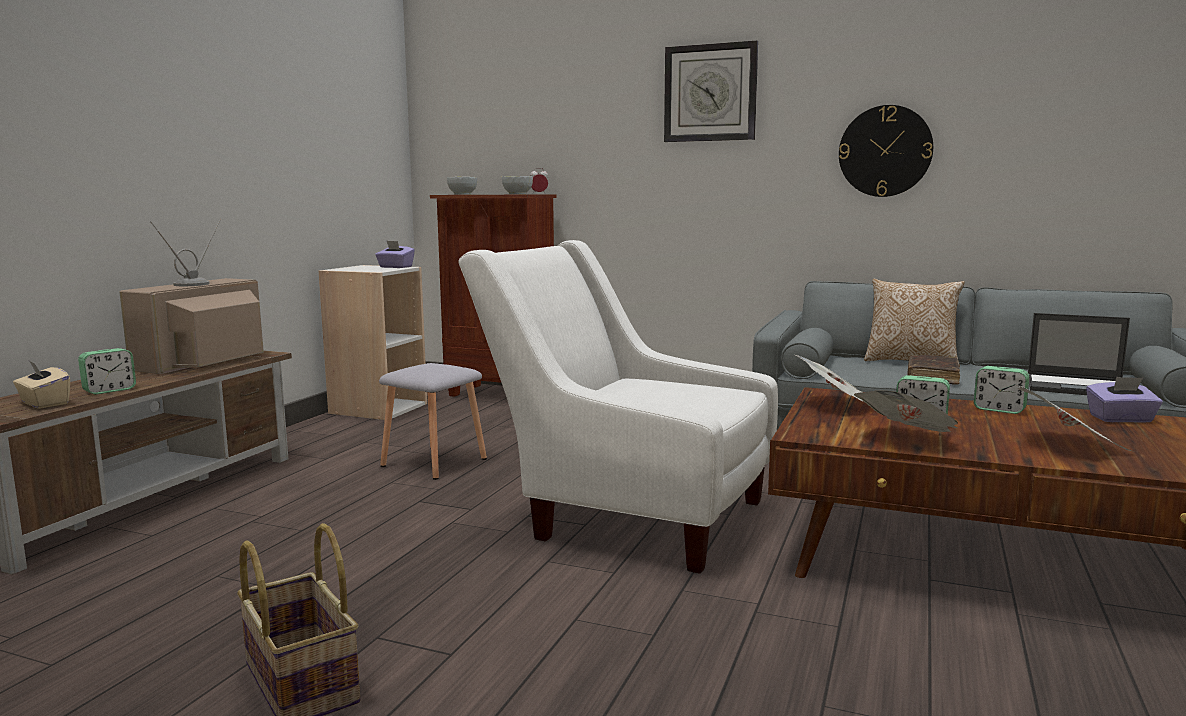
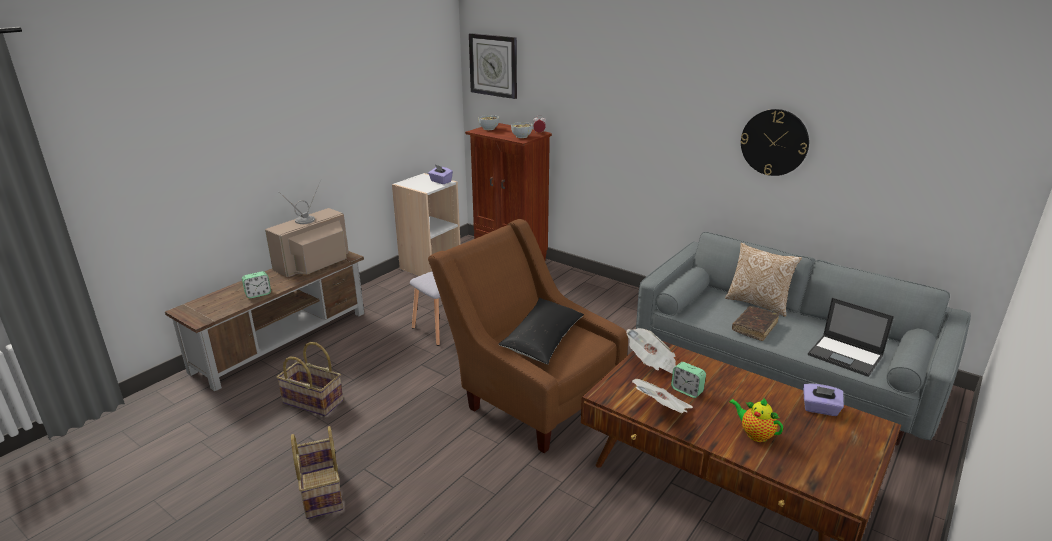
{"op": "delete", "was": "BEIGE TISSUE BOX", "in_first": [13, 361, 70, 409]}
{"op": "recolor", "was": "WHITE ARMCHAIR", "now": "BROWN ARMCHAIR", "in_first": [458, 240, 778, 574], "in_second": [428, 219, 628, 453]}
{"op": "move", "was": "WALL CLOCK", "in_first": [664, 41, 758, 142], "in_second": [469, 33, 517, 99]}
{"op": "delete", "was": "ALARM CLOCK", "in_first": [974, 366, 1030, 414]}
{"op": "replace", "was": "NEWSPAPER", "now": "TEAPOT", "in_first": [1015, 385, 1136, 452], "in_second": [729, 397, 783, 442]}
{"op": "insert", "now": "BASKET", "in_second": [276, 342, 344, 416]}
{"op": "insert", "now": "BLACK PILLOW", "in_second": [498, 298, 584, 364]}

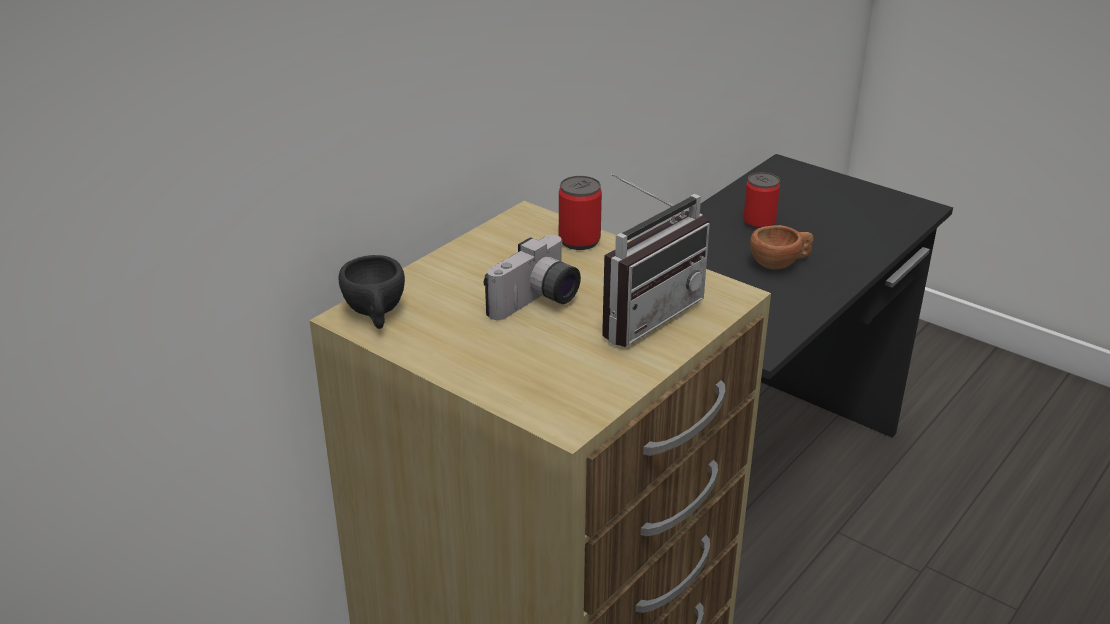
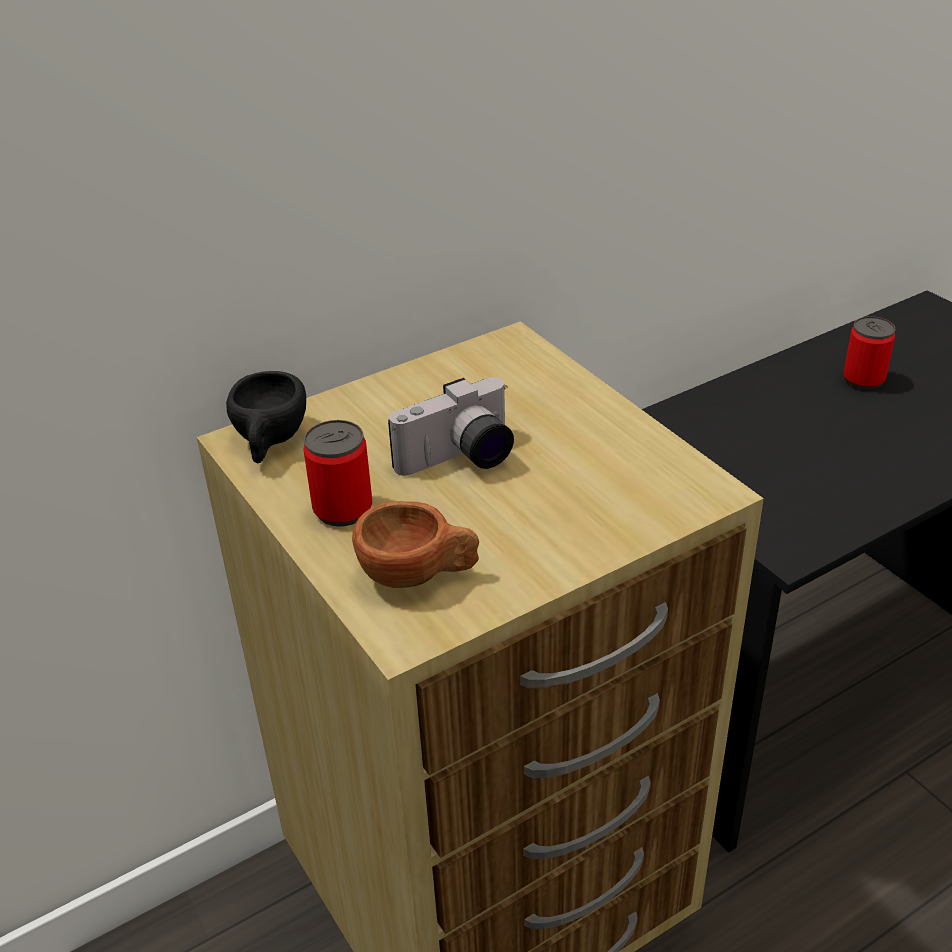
{"op": "move", "was": "CAN", "in_first": [559, 176, 602, 250], "in_second": [303, 420, 372, 526]}
{"op": "delete", "was": "RADIO", "in_first": [602, 173, 710, 347]}
{"op": "move", "was": "BROWN CUP", "in_first": [750, 225, 814, 269], "in_second": [352, 501, 479, 588]}

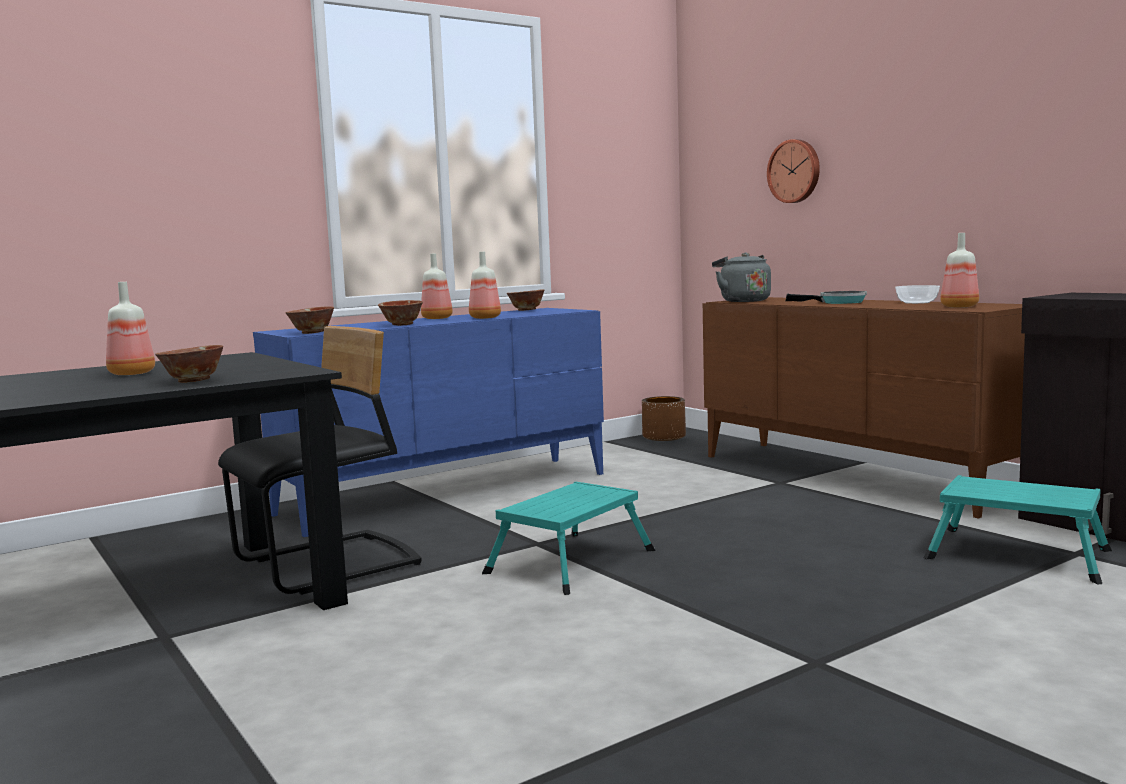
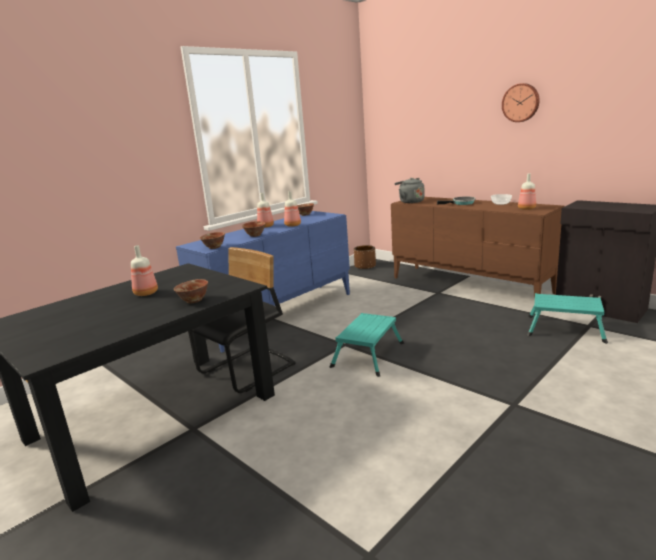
{"op": "move", "was": "WALL CLOCK", "in_first": [767, 139, 820, 203], "in_second": [502, 83, 540, 122]}

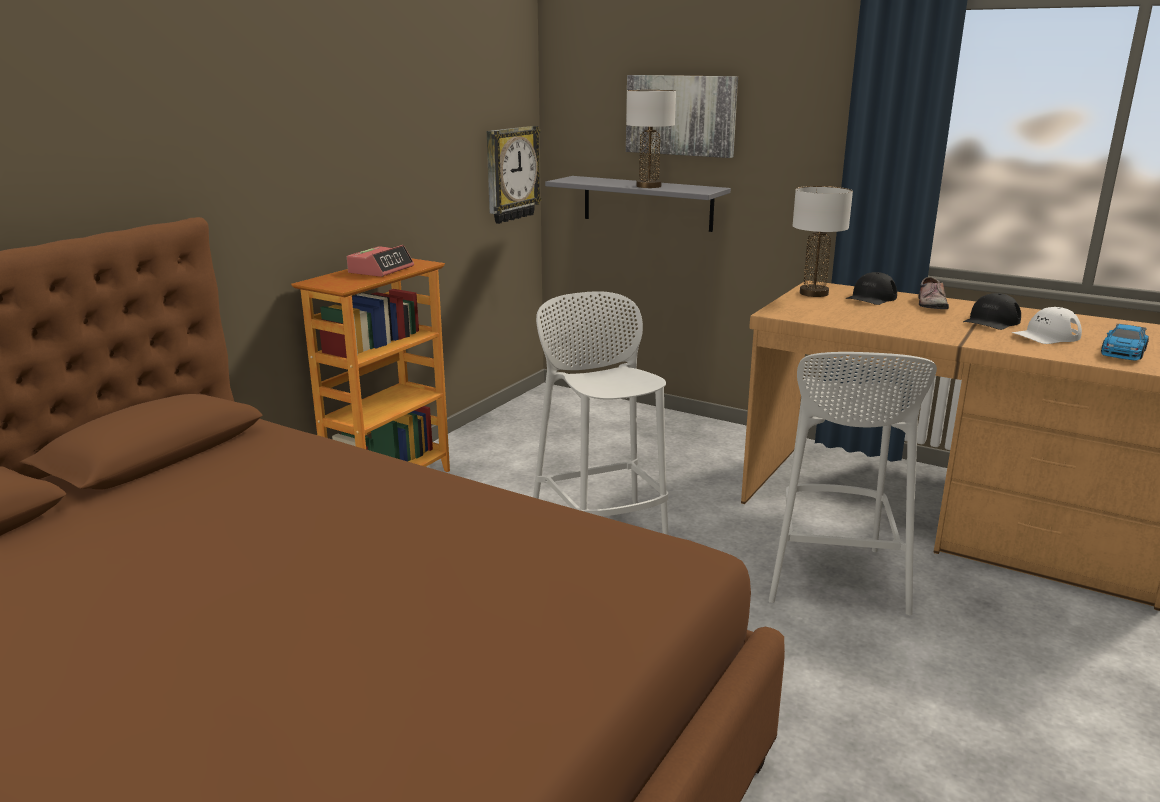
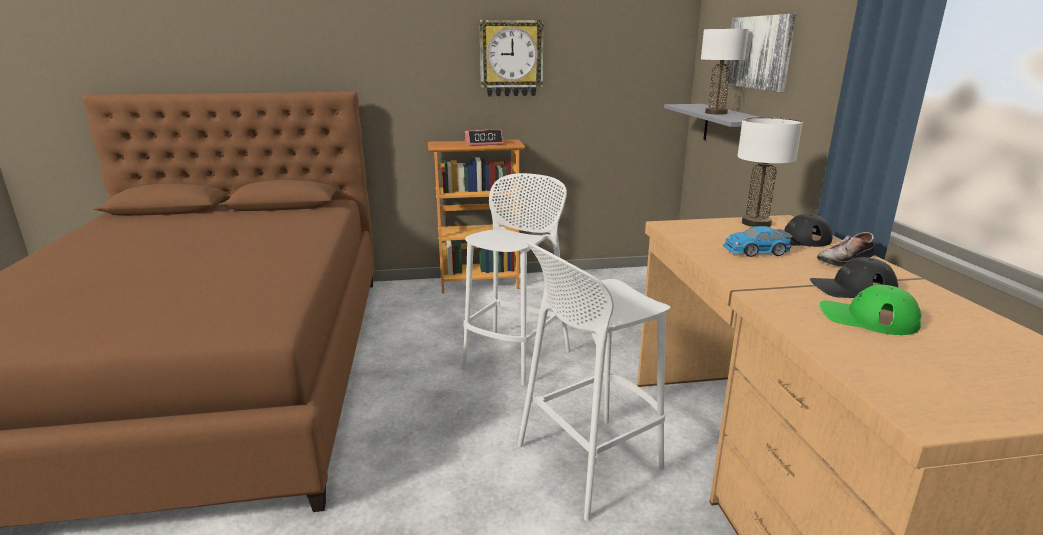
{"op": "move", "was": "WALL CLOCK", "in_first": [487, 126, 542, 224], "in_second": [479, 20, 544, 96]}
{"op": "recolor", "was": "WHITE CAP", "now": "GREEN CAP", "in_first": [1012, 307, 1082, 344], "in_second": [820, 285, 921, 335]}
{"op": "move", "was": "TOY CAR", "in_first": [1101, 324, 1149, 361], "in_second": [723, 226, 793, 257]}

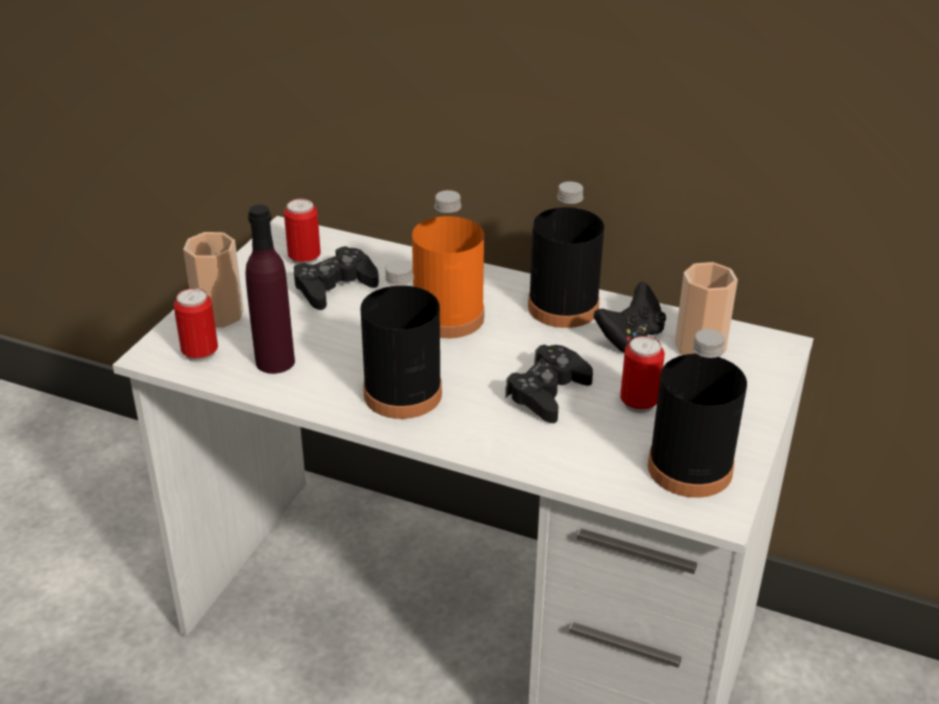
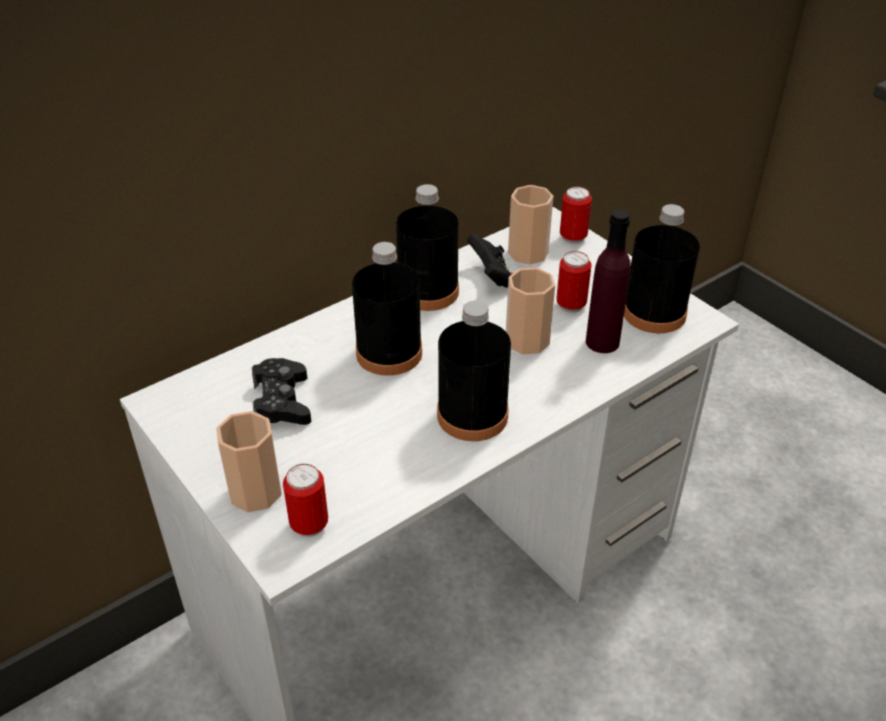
{"op": "move", "was": "PURPLE BOTTLE", "in_first": [245, 205, 295, 374], "in_second": [586, 210, 631, 353]}
{"op": "move", "was": "CAN", "in_first": [284, 199, 321, 265], "in_second": [560, 186, 592, 244]}
{"op": "recolor", "was": "ORANGE BOTTLE", "now": "BLACK BOTTLE", "in_first": [412, 190, 484, 338], "in_second": [352, 242, 422, 376]}
{"op": "replace", "was": "BLACK GAME CONTROLLER", "now": "CUP", "in_first": [505, 345, 593, 423], "in_second": [506, 268, 555, 354]}

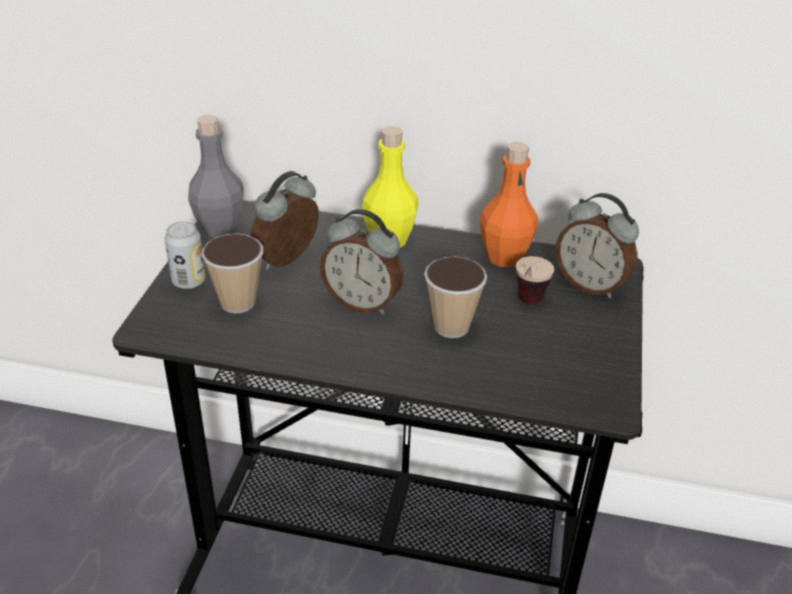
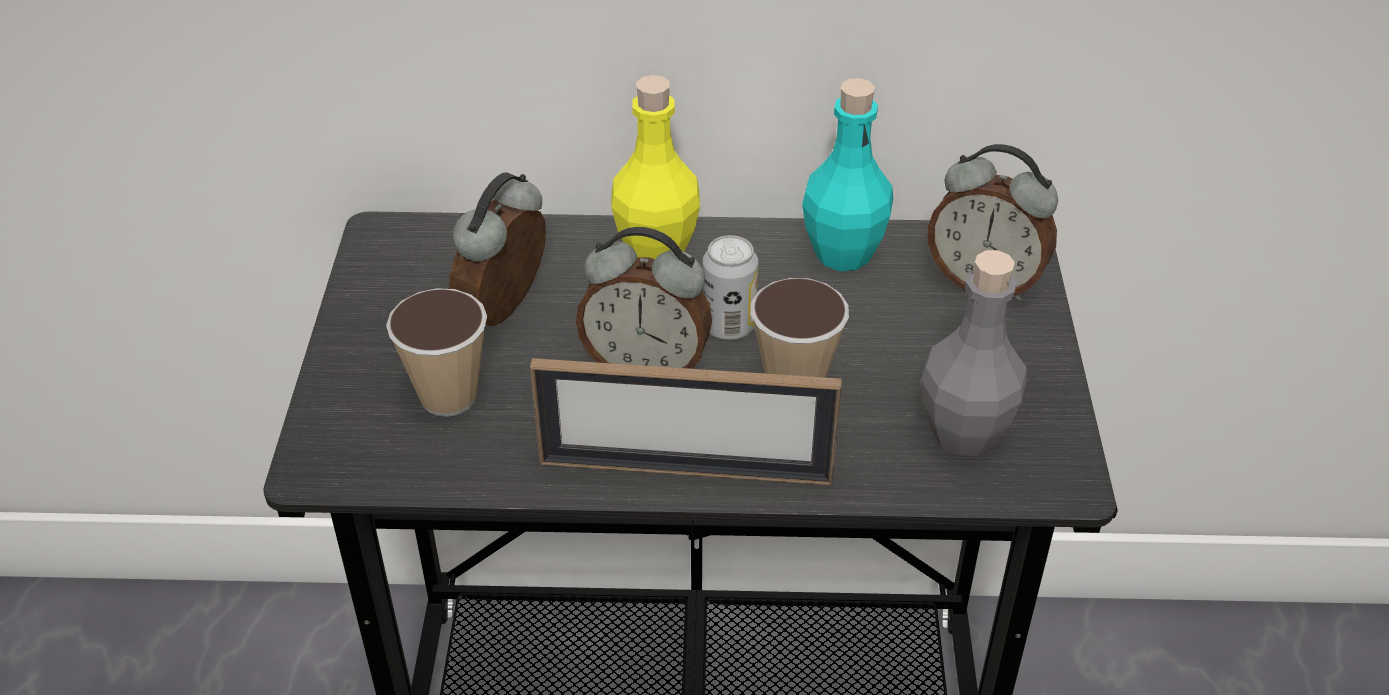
{"op": "move", "was": "CAN", "in_first": [164, 221, 206, 289], "in_second": [702, 235, 758, 340]}
{"op": "move", "was": "GREY BOTTLE", "in_first": [188, 114, 244, 238], "in_second": [921, 250, 1027, 456]}
{"op": "recolor", "was": "ORANGE BOTTLE", "now": "TURQUOISE BOTTLE", "in_first": [480, 142, 538, 267], "in_second": [802, 78, 893, 271]}
{"op": "delete", "was": "CUP", "in_first": [516, 256, 554, 304]}
{"op": "insert", "now": "PICTURE FRAME", "in_second": [530, 358, 842, 485]}

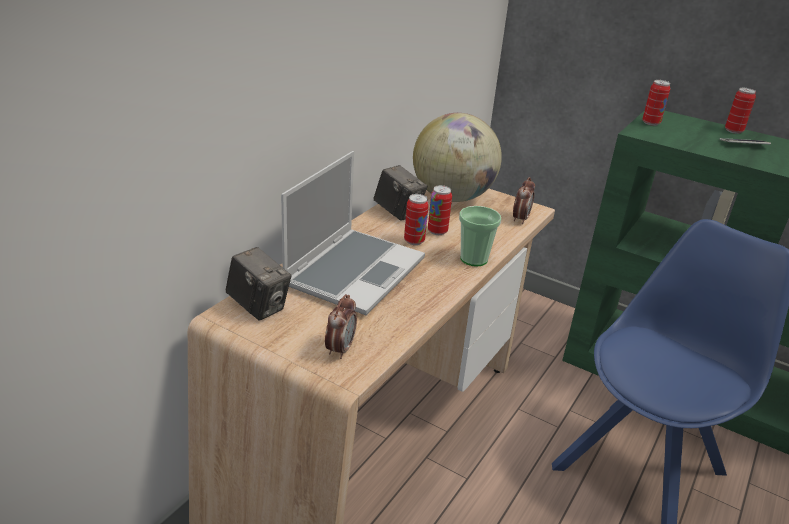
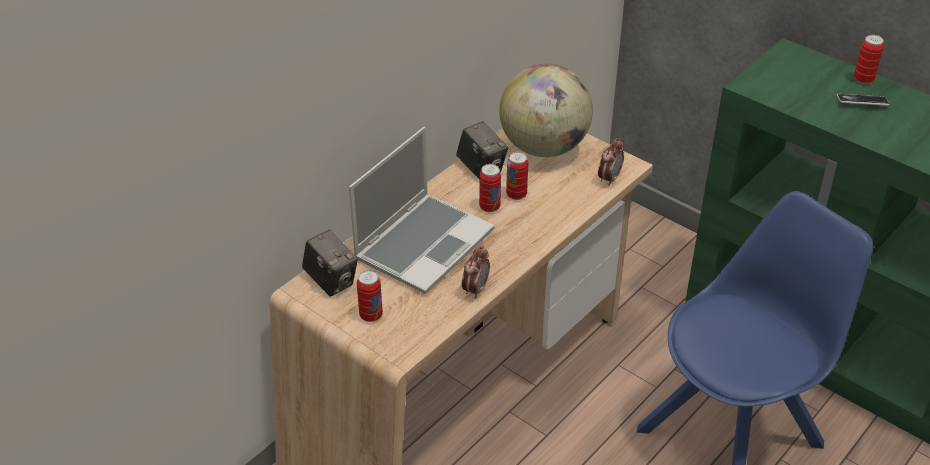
{"op": "move", "was": "ALARM CLOCK", "in_first": [325, 294, 357, 359], "in_second": [462, 246, 490, 298]}
{"op": "delete", "was": "CUP", "in_first": [459, 206, 501, 266]}
{"op": "move", "was": "CAN", "in_first": [642, 80, 670, 126], "in_second": [357, 270, 383, 322]}

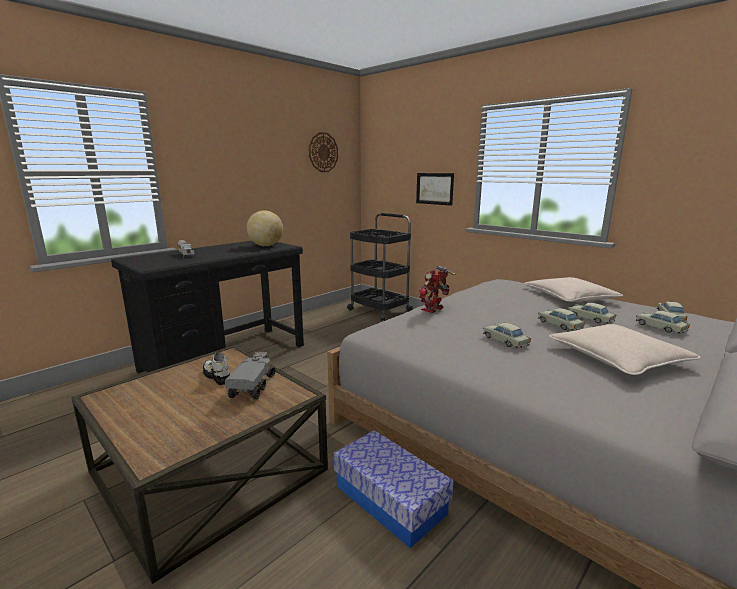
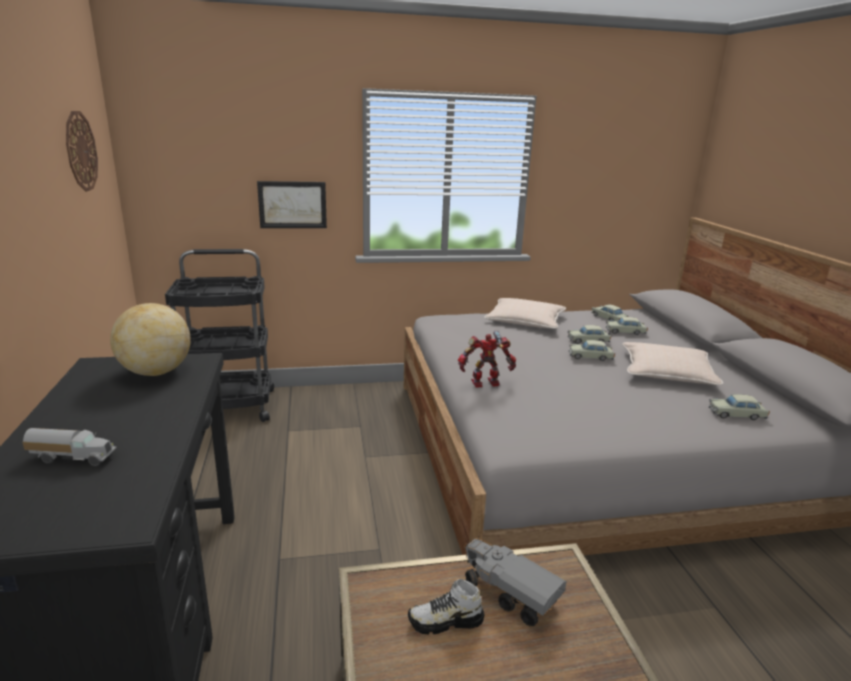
{"op": "delete", "was": "STORAGE BOX", "in_first": [334, 430, 453, 548]}
{"op": "rotate", "was": "TOY ROBOT", "in_first": [419, 265, 456, 313], "in_second": [458, 331, 516, 388], "clockwise": 90}
{"op": "move", "was": "BEIGE TOY CAR", "in_first": [483, 323, 531, 348], "in_second": [709, 394, 770, 420]}

